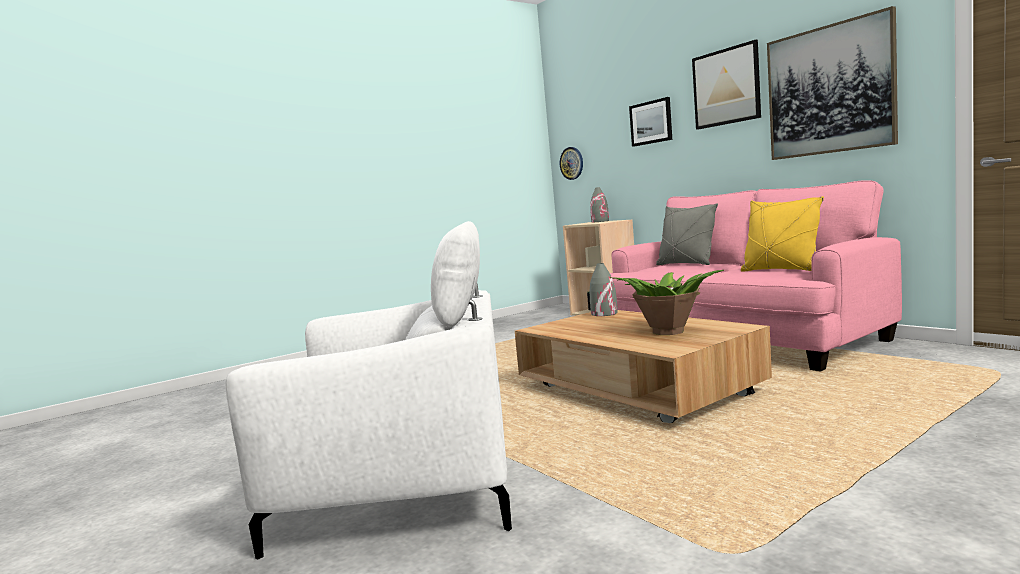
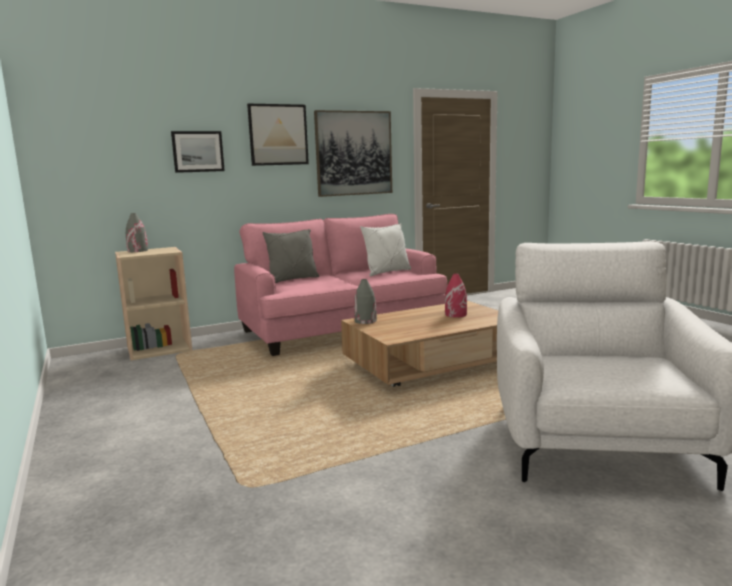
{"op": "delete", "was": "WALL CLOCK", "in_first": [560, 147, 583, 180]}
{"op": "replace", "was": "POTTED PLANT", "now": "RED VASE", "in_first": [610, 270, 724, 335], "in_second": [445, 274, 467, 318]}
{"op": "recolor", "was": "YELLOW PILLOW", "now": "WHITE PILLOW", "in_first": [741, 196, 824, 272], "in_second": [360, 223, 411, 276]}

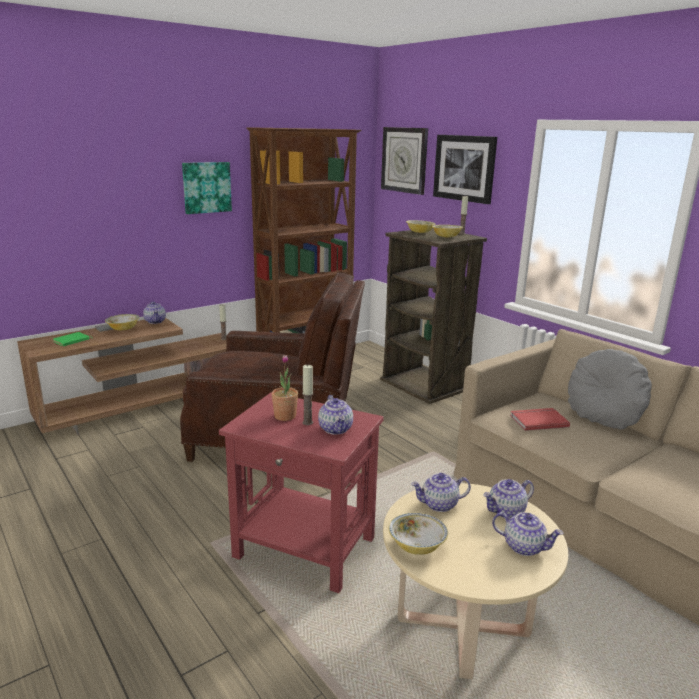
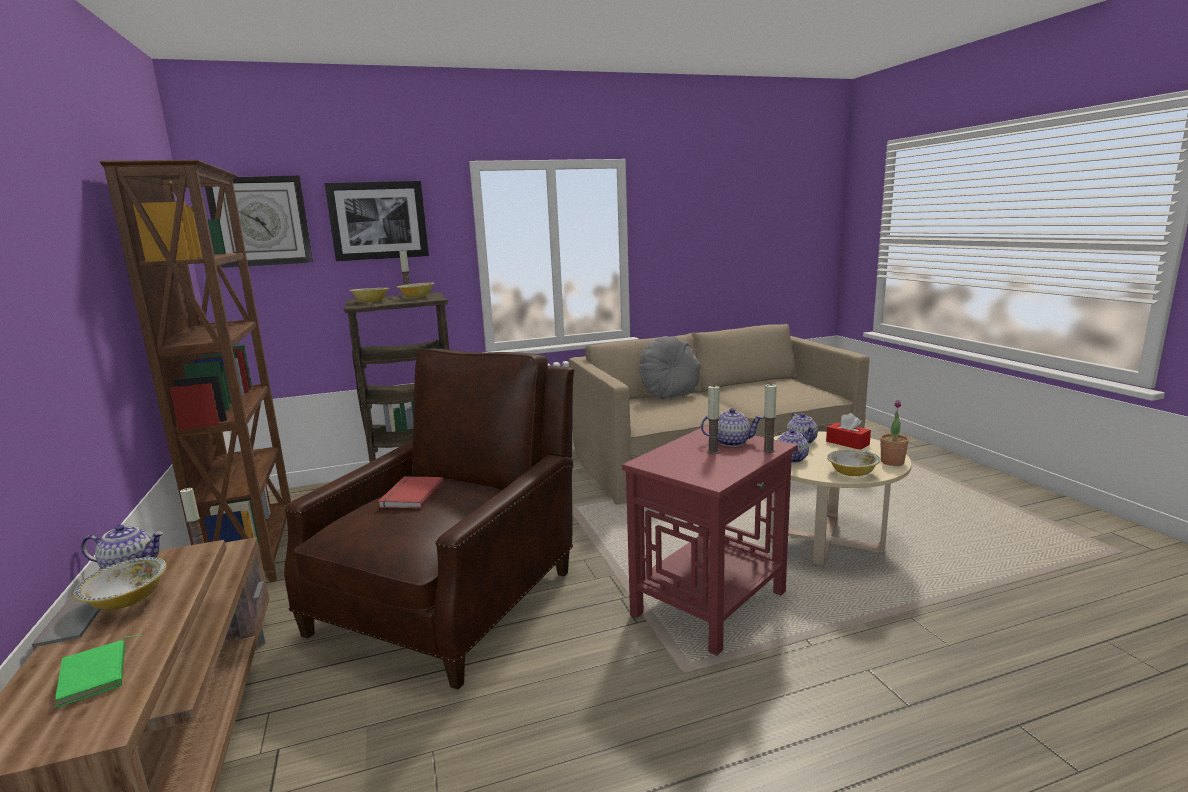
{"op": "delete", "was": "PICTURE", "in_first": [182, 162, 232, 214]}
{"op": "move", "was": "POTTED PLANT", "in_first": [272, 355, 298, 421], "in_second": [880, 400, 909, 466]}
{"op": "replace", "was": "TEAPOT", "now": "RED TISSUE BOX", "in_first": [492, 512, 563, 556], "in_second": [826, 413, 871, 450]}
{"op": "move", "was": "RED BOOK", "in_first": [510, 408, 570, 431], "in_second": [378, 476, 444, 508]}
{"op": "insert", "now": "CANDLE", "in_second": [763, 383, 777, 453]}

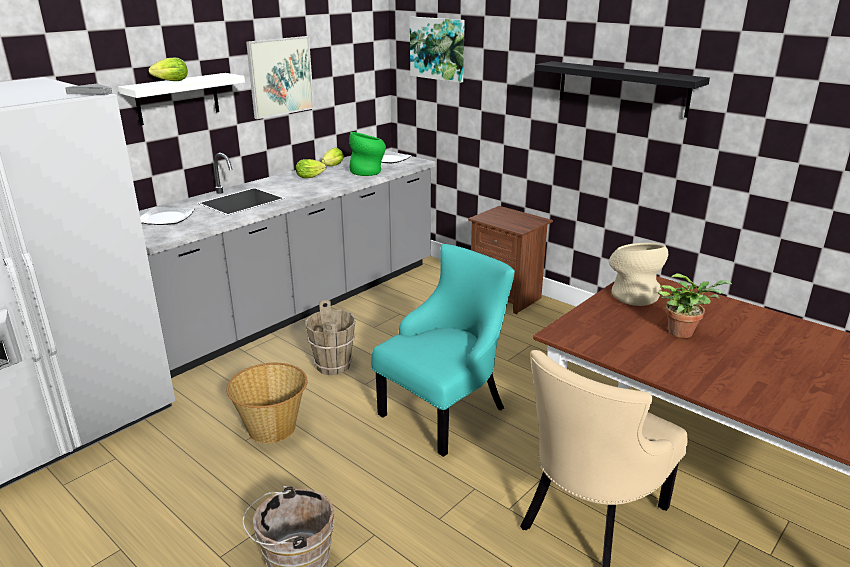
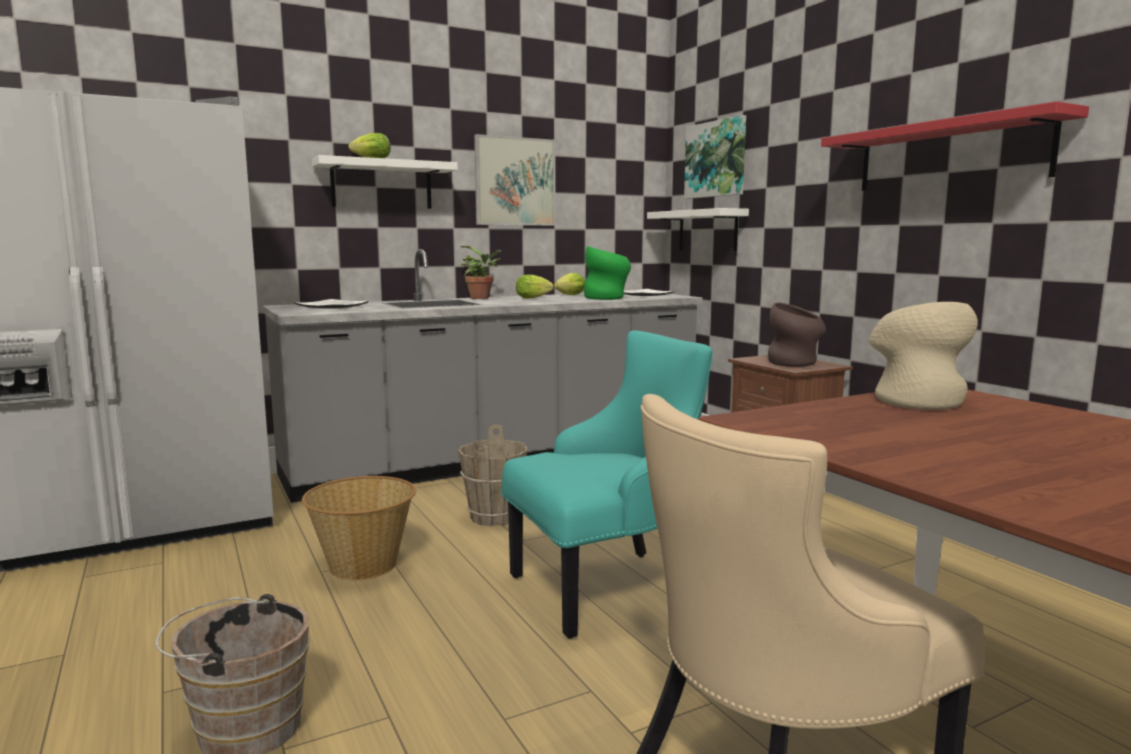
{"op": "recolor", "was": "BLACK SHELF", "now": "RED SHELF", "in_first": [535, 61, 710, 118], "in_second": [821, 101, 1089, 191]}
{"op": "move", "was": "POTTED PLANT", "in_first": [658, 273, 732, 338], "in_second": [461, 246, 501, 299]}
{"op": "insert", "now": "WHITE SHELF", "in_second": [647, 208, 749, 251]}
{"op": "insert", "now": "BROWN VASE", "in_second": [768, 302, 826, 367]}

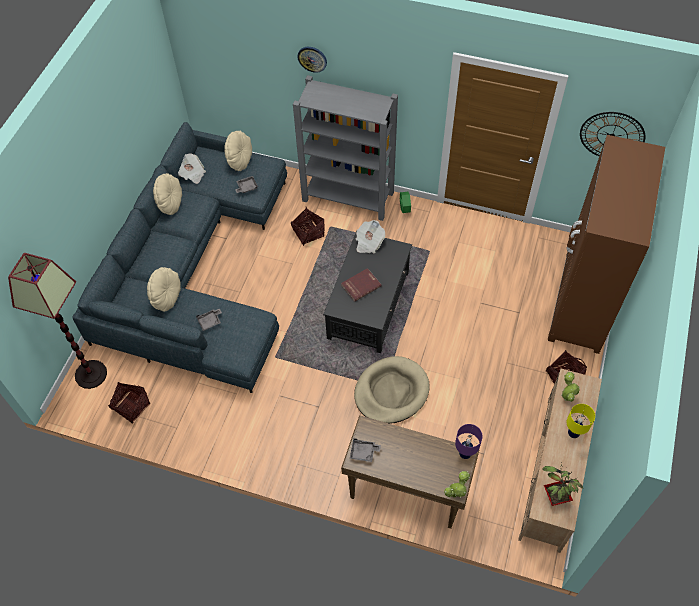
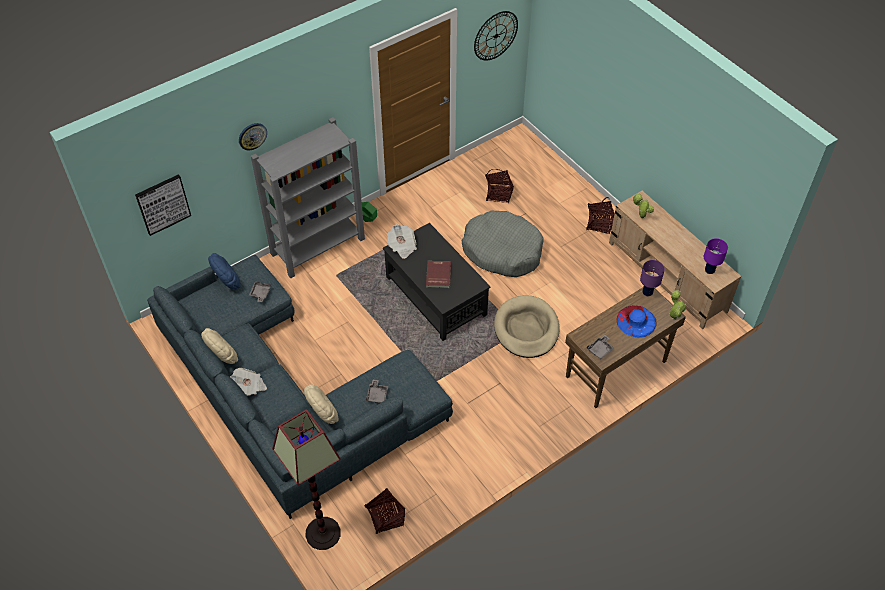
{"op": "move", "was": "NEWSPAPER", "in_first": [178, 153, 206, 184], "in_second": [230, 368, 267, 396]}
{"op": "recolor", "was": "BEIGE PILLOW", "now": "BLUE PILLOW", "in_first": [225, 131, 252, 171], "in_second": [208, 253, 241, 290]}
{"op": "move", "was": "BASKET", "in_first": [291, 207, 325, 246], "in_second": [485, 169, 514, 203]}
{"op": "replace", "was": "POTTED PLANT", "now": "PURPLE TABLE LAMP", "in_first": [542, 462, 583, 506], "in_second": [704, 238, 728, 274]}
{"op": "delete", "was": "BROWN CABINET", "in_first": [548, 135, 665, 354]}
{"op": "delete", "was": "YELLOW TABLE LAMP", "in_first": [566, 404, 595, 438]}
{"op": "insert", "now": "PICTURE", "in_second": [135, 174, 191, 236]}
{"op": "insert", "now": "GREY DOG BED", "in_second": [462, 211, 544, 277]}
{"op": "insert", "now": "BLUE HAT", "in_second": [617, 306, 657, 338]}

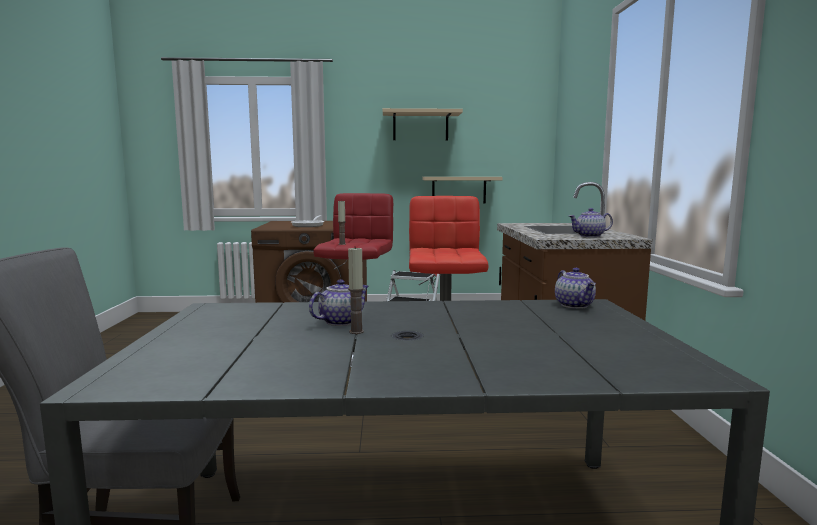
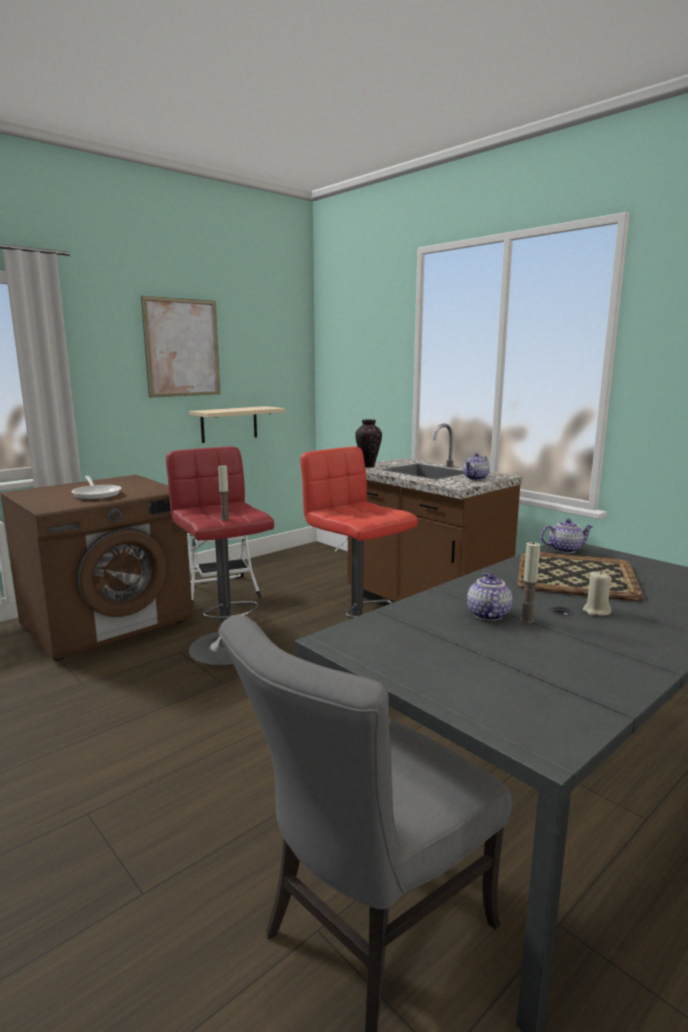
{"op": "replace", "was": "BEIGE SHELF", "now": "PICTURE", "in_first": [383, 108, 463, 140], "in_second": [141, 296, 220, 398]}
{"op": "rotate", "was": "TEAPOT", "in_first": [555, 268, 596, 309], "in_second": [541, 519, 593, 553], "clockwise": -45}
{"op": "insert", "now": "VASE", "in_second": [355, 420, 382, 468]}
{"op": "insert", "now": "TRAY", "in_second": [518, 552, 644, 601]}
{"op": "insert", "now": "BEIGE CANDLE", "in_second": [583, 571, 612, 616]}

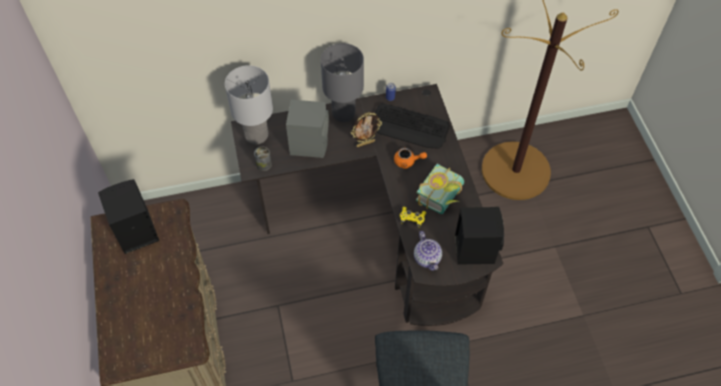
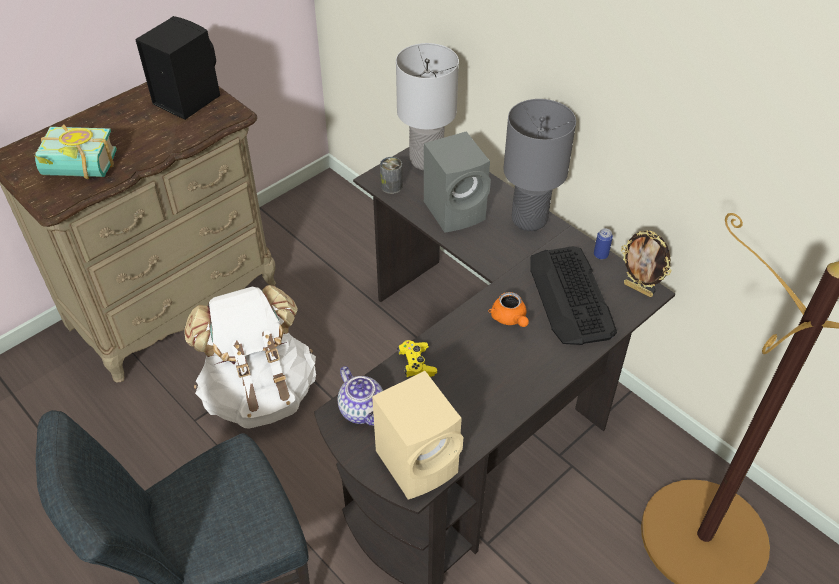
{"op": "move", "was": "PICTURE FRAME", "in_first": [351, 112, 382, 147], "in_second": [621, 230, 671, 297]}
{"op": "rotate", "was": "TEAPOT", "in_first": [414, 231, 442, 271], "in_second": [337, 366, 383, 426], "clockwise": -75}
{"op": "move", "was": "BOOK", "in_first": [416, 164, 464, 214], "in_second": [33, 124, 117, 179]}
{"op": "recolor", "was": "BLACK SPEAKER", "now": "BEIGE SPEAKER", "in_first": [455, 207, 504, 265], "in_second": [372, 371, 463, 499]}
{"op": "insert", "now": "WHITE BACKPACK", "in_second": [184, 285, 316, 428]}

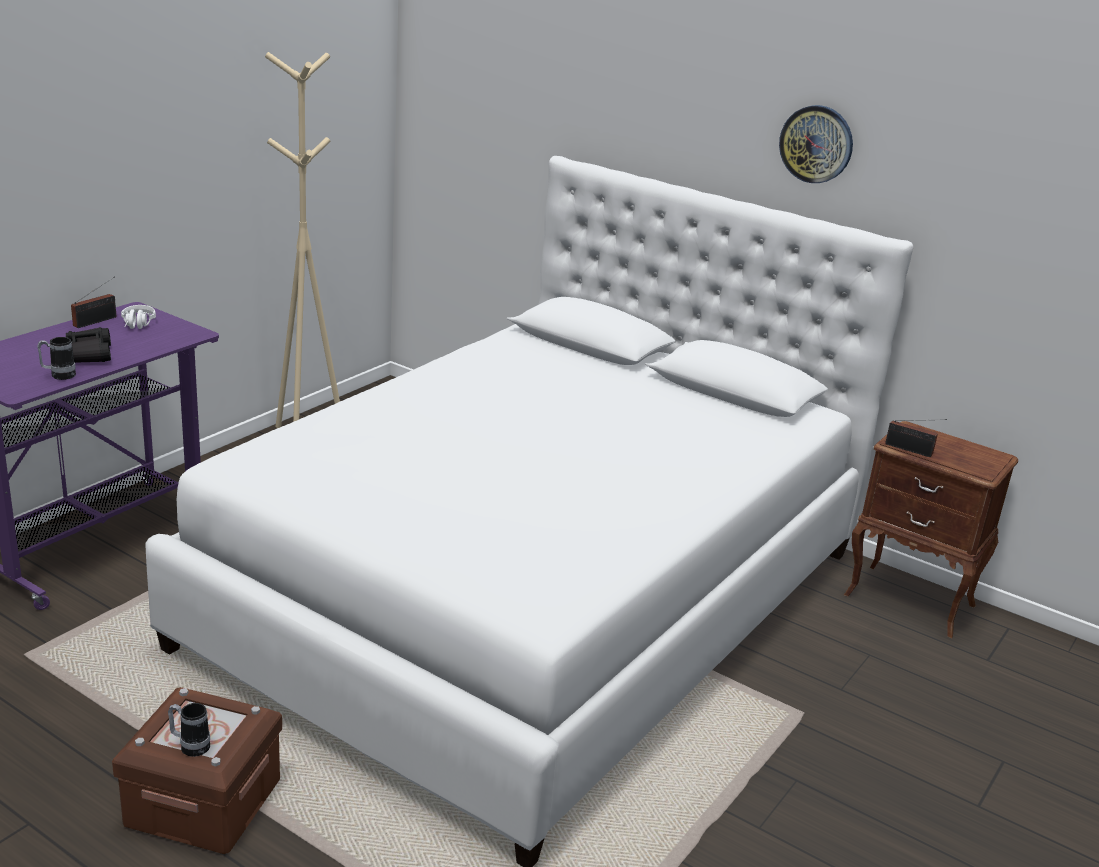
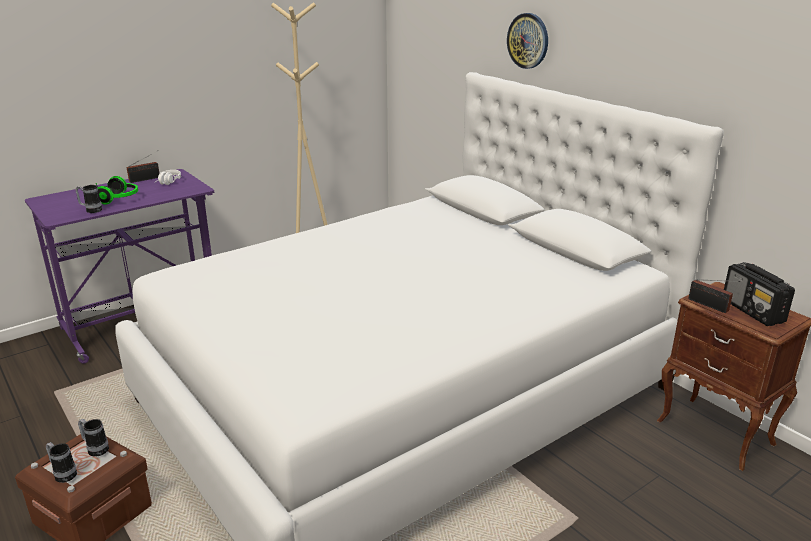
{"op": "replace", "was": "BLACK BINOCULARS", "now": "HEADPHONES", "in_first": [66, 327, 111, 363], "in_second": [96, 176, 138, 205]}
{"op": "move", "was": "WALL CLOCK", "in_first": [779, 105, 853, 183], "in_second": [507, 13, 548, 69]}
{"op": "insert", "now": "MUG", "in_second": [78, 419, 109, 457]}
{"op": "insert", "now": "RADIO", "in_second": [724, 262, 795, 326]}

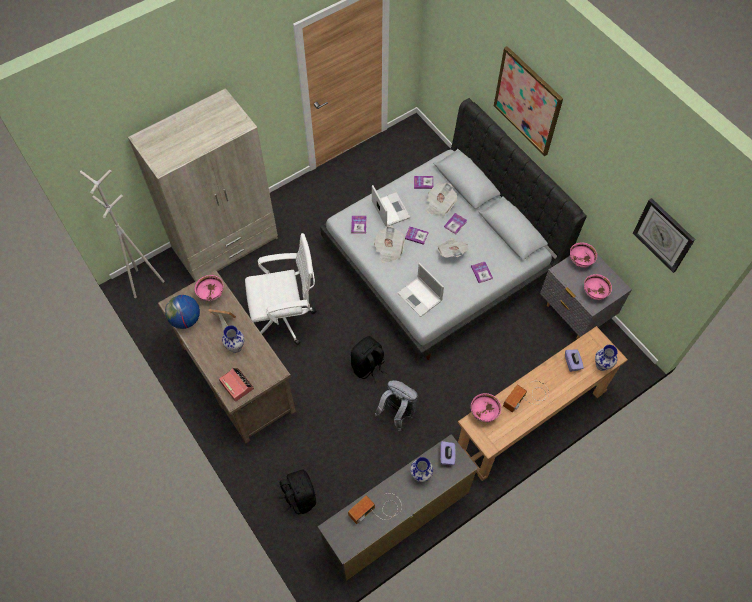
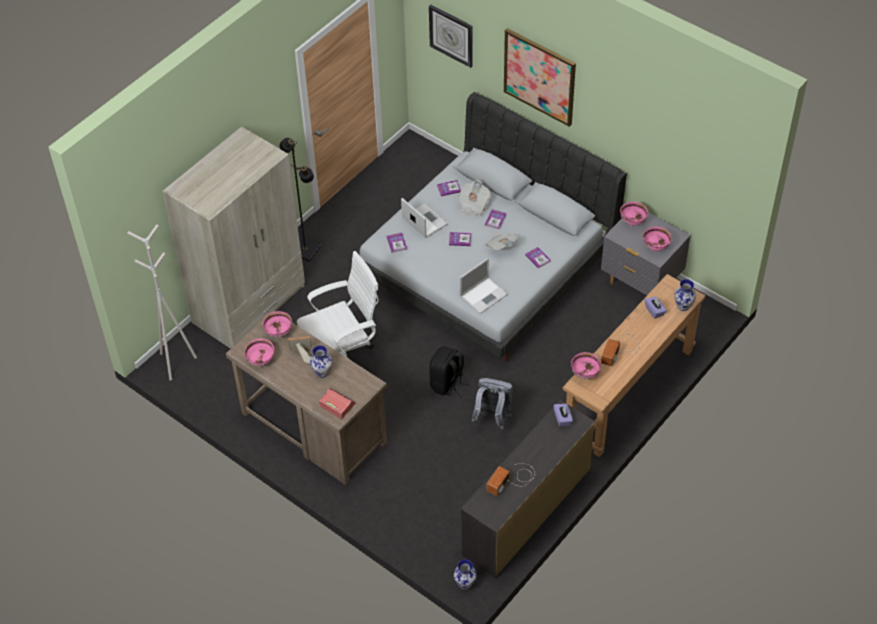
{"op": "replace", "was": "GLOBE", "now": "PINK BOWL", "in_first": [165, 295, 200, 329], "in_second": [244, 339, 274, 366]}
{"op": "delete", "was": "BLACK BACKPACK", "in_first": [278, 469, 316, 514]}
{"op": "delete", "was": "NEWSPAPER", "in_first": [374, 226, 405, 263]}
{"op": "rotate", "was": "LAPTOP", "in_first": [397, 263, 444, 317], "in_second": [459, 258, 508, 314], "clockwise": -75}
{"op": "move", "was": "VASE", "in_first": [410, 457, 433, 482], "in_second": [454, 559, 477, 590]}
{"op": "move", "was": "WALL CLOCK", "in_first": [633, 198, 695, 273], "in_second": [429, 5, 473, 68]}
{"op": "insert", "now": "BLACK FLOOR LAMP", "in_second": [279, 138, 321, 262]}

